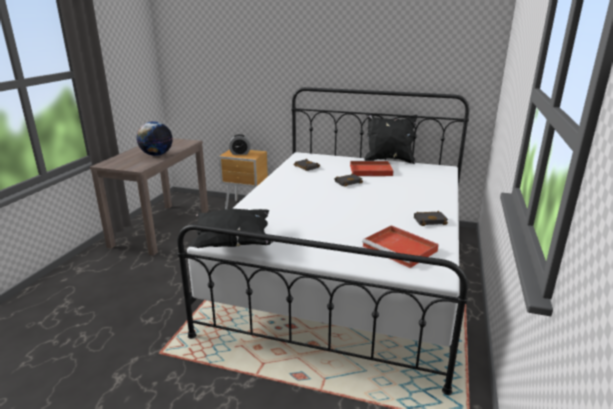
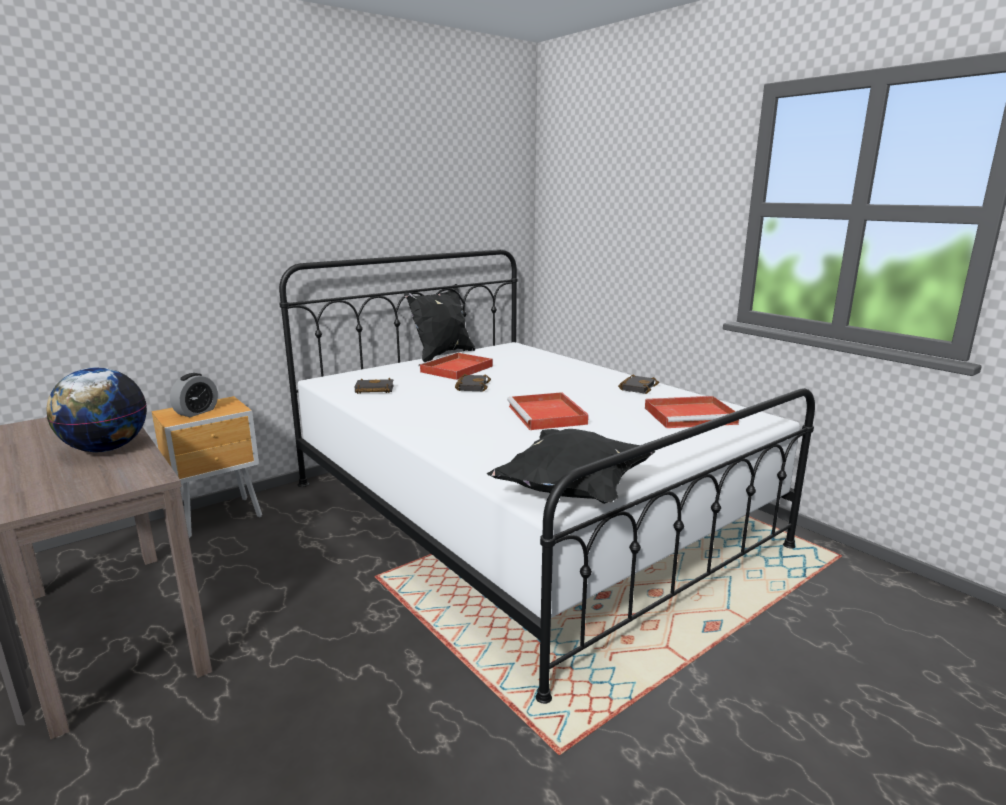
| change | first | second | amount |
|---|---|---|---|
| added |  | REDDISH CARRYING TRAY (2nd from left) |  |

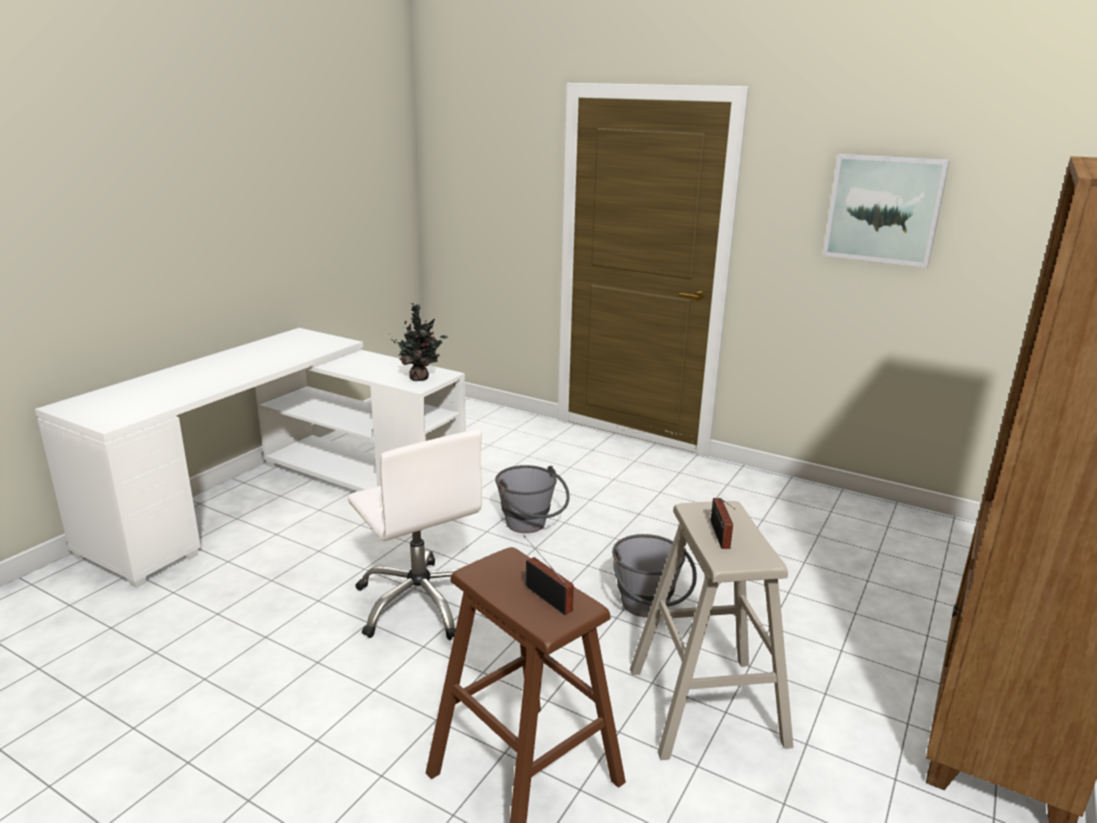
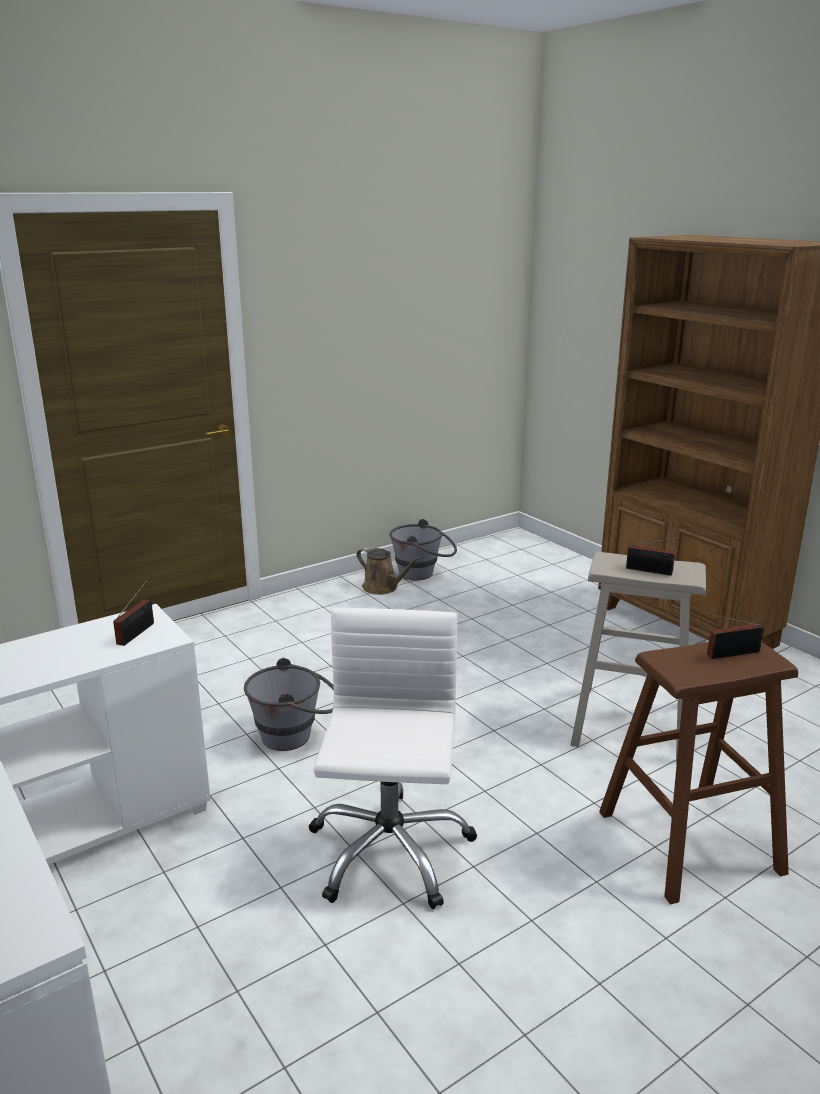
| change | first | second | amount |
|---|---|---|---|
| turned | WHITE-COLOURED DESK CHAIR |  | 75 degrees counterclockwise |
| replaced | POTTED PLANT | RADIO (1st from left) |  |
| moved | GREY BUCKET (2nd from left) |  |  |
| removed | WALL PICTURE |  |  |
| added |  | BROWN-COLOURED SPRINKLING CAN |  |

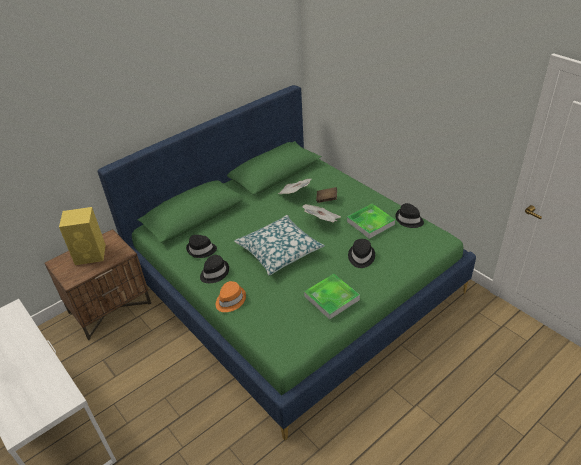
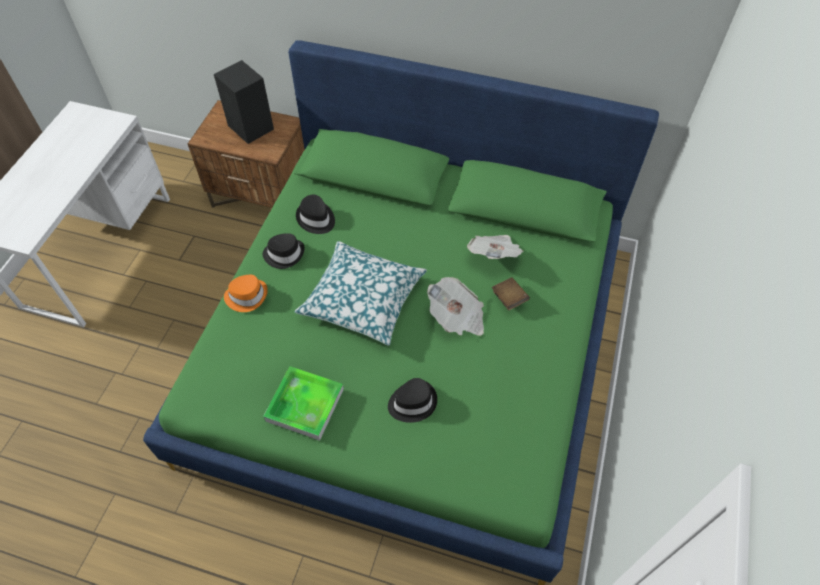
| change | first | second | amount |
|---|---|---|---|
| recoloured | YELLOW AUDIO SPEAKER | BLACKISH AUDIO SPEAKER |  |
| removed | CARRYING TRAY (2nd from left) |  |  |
| removed | BLACKISH HAT (4th from left) |  |  |

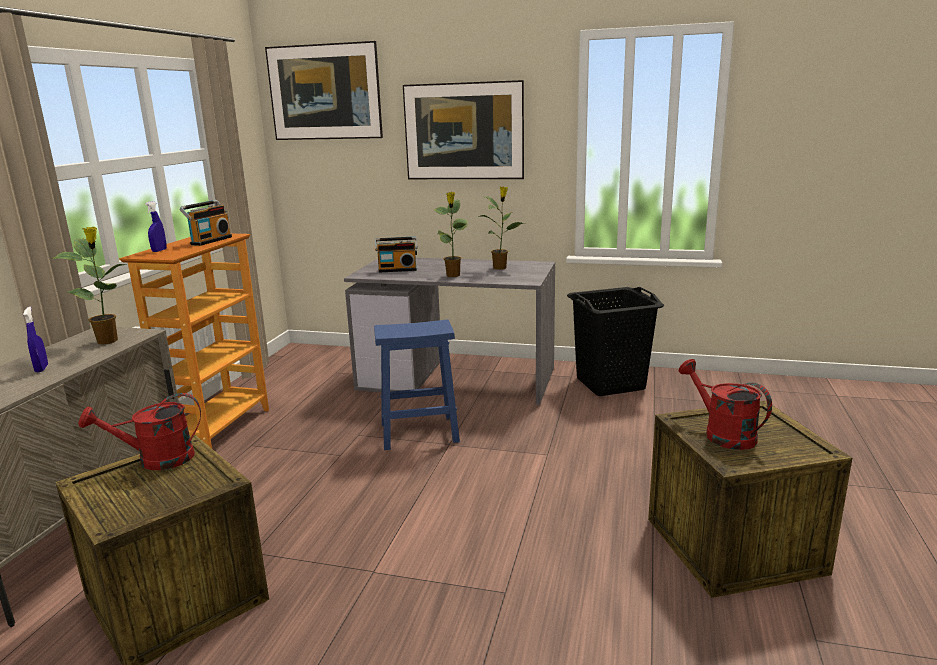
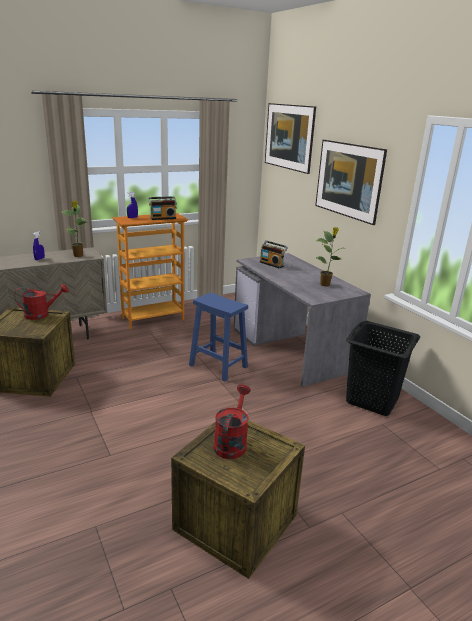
| change | first | second | amount |
|---|---|---|---|
| turned | REDDISH SPRINKLING CAN (1st from left) |  | 135 degrees clockwise |
| removed | POTTED PLANT (2nd from left) |  |  |

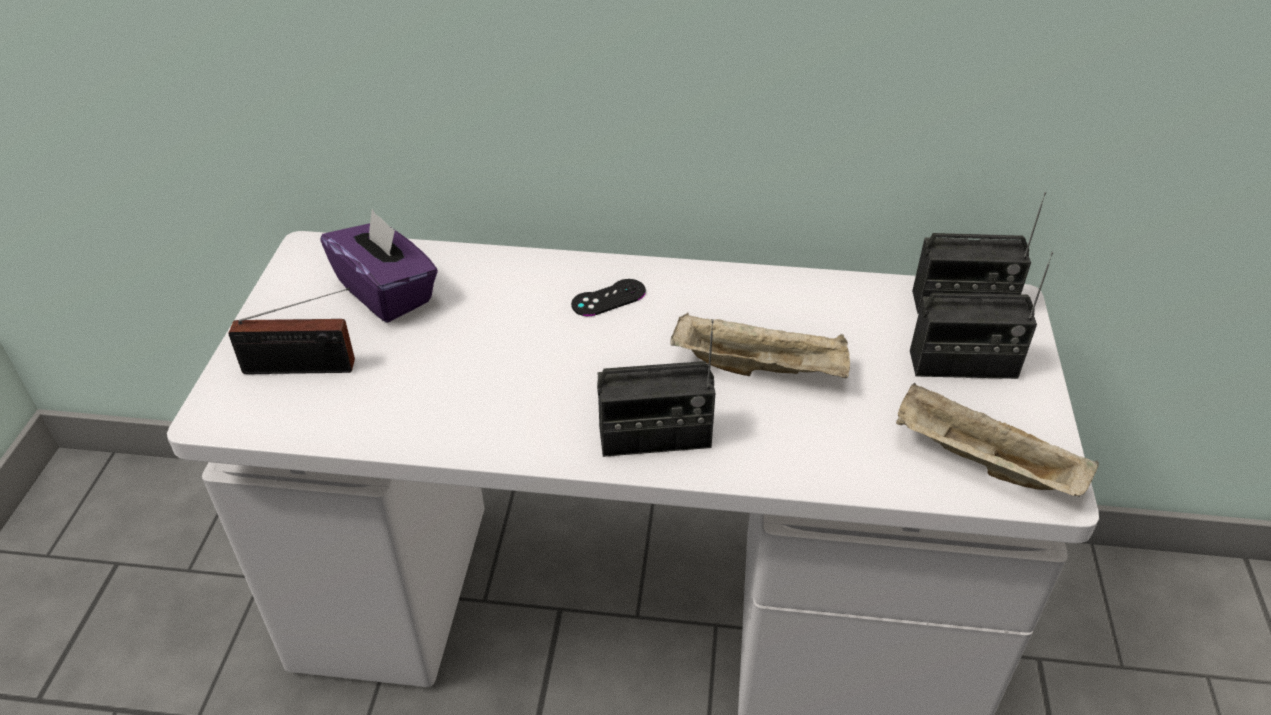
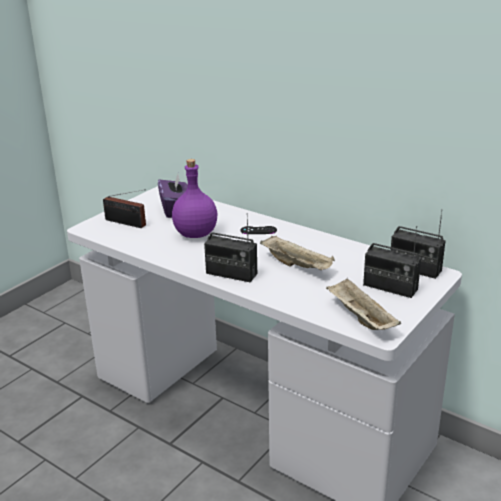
| change | first | second | amount |
|---|---|---|---|
| added |  | PURPLE-COLOURED BOTTLE |  |

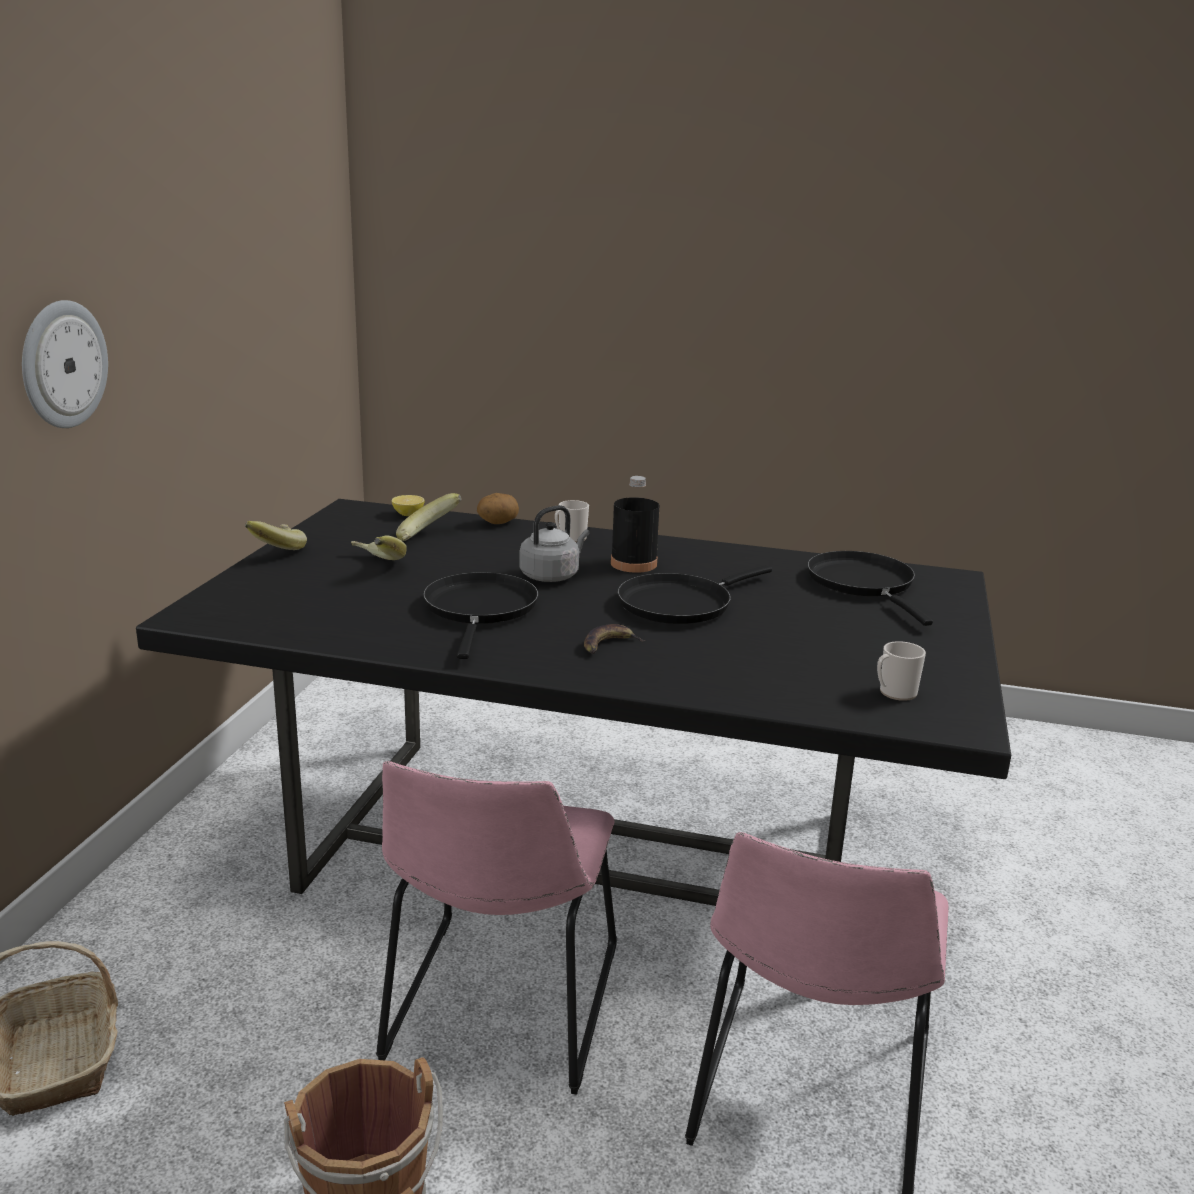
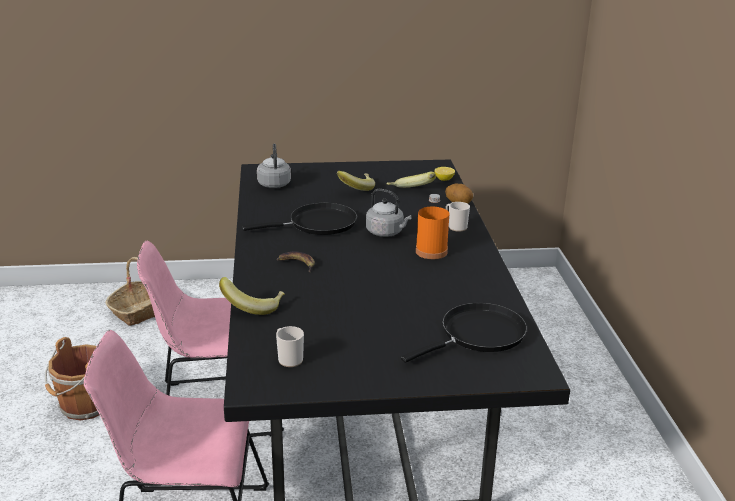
| change | first | second | amount |
|---|---|---|---|
| removed | HANGING CLOCK |  |  |
| moved | BANANA (1st from left) |  |  |
| recoloured | BLACKISH BOTTLE | ORANGE BOTTLE |  |
| removed | BLACKISH FRYING PAN (2nd from left) |  |  |
| added |  | GREY KETTLE (1st from left) |  |

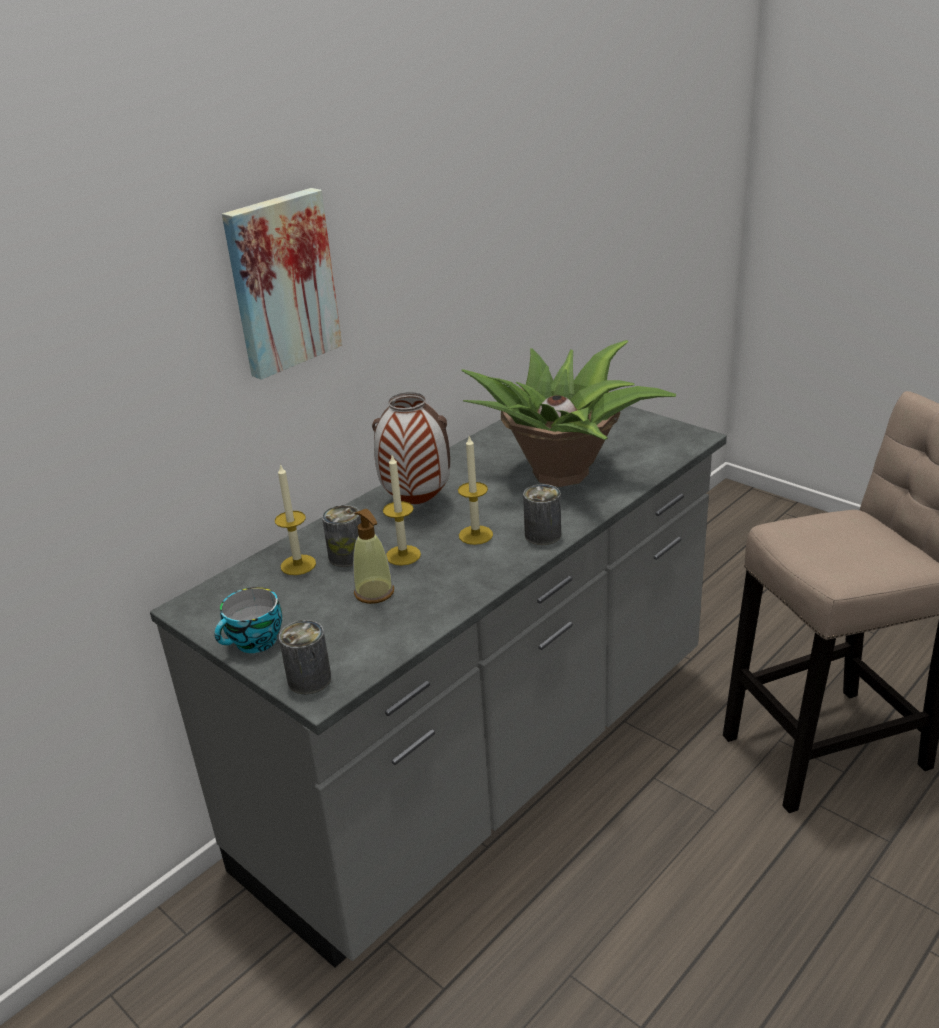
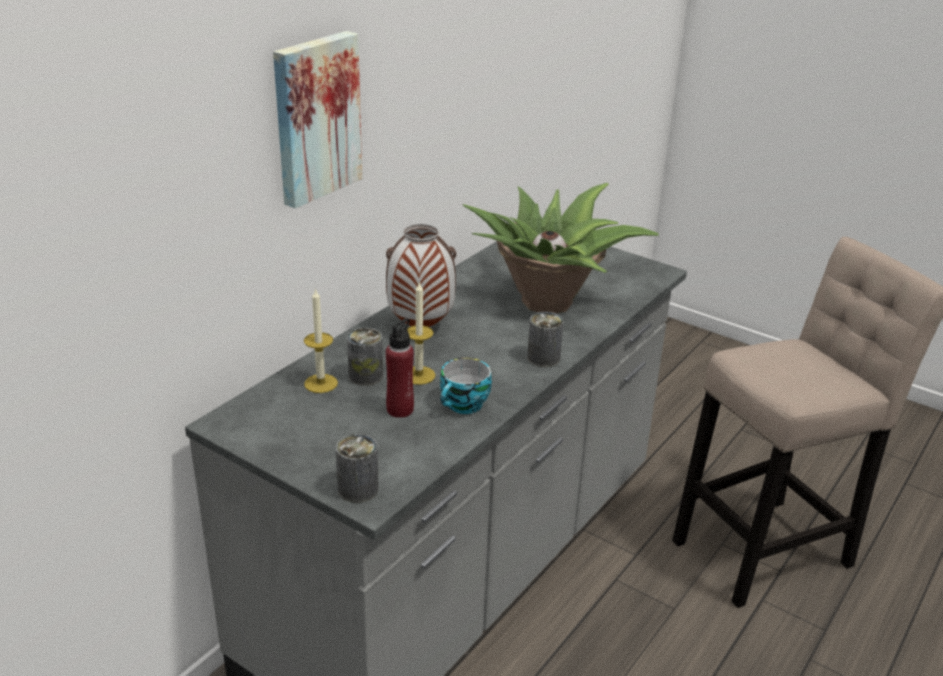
| change | first | second | amount |
|---|---|---|---|
| moved | DRINKING CUP |  |  |
| replaced | SOAP DISPENSER | REDDISH BOTTLE |  |
| removed | WAX LIGHT (3rd from left) |  |  |

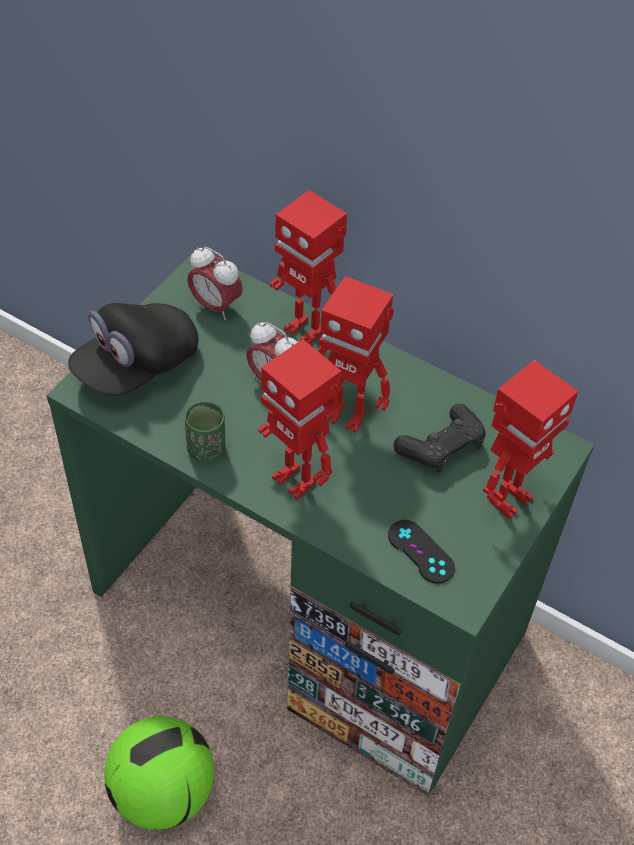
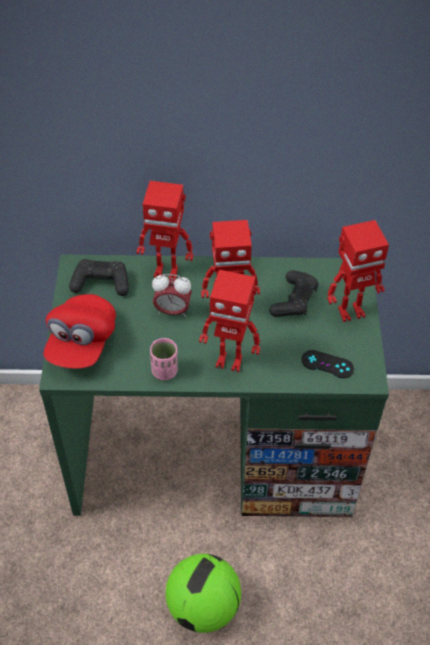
| change | first | second | amount |
|---|---|---|---|
| recoloured | BLACKISH CAP | REDDISH CAP |  |
| recoloured | GREEN-COLOURED DRINKING CUP | PINK-COLOURED DRINKING CUP |  |
| replaced | ALARM CLOCK (1st from left) | BLACKISH GAME CONTROLLER (1st from left) |  |
| turned | ROBOT FIGURE (4th from left) |  | 60 degrees clockwise |

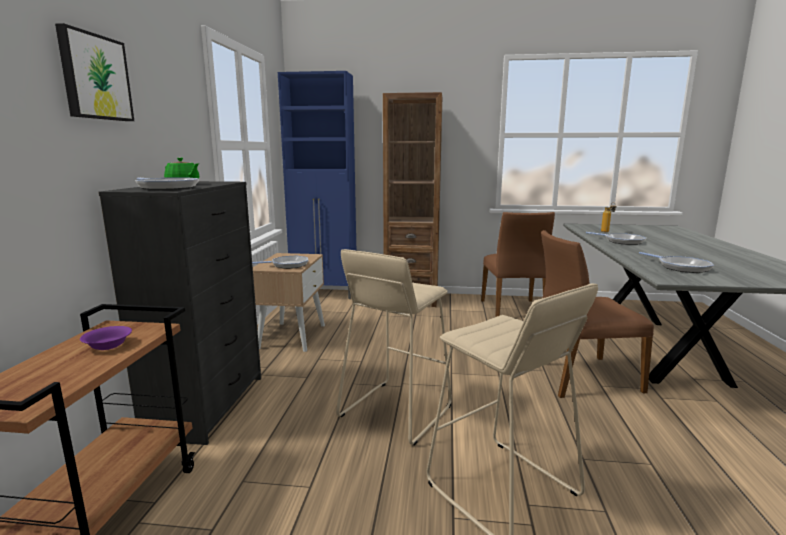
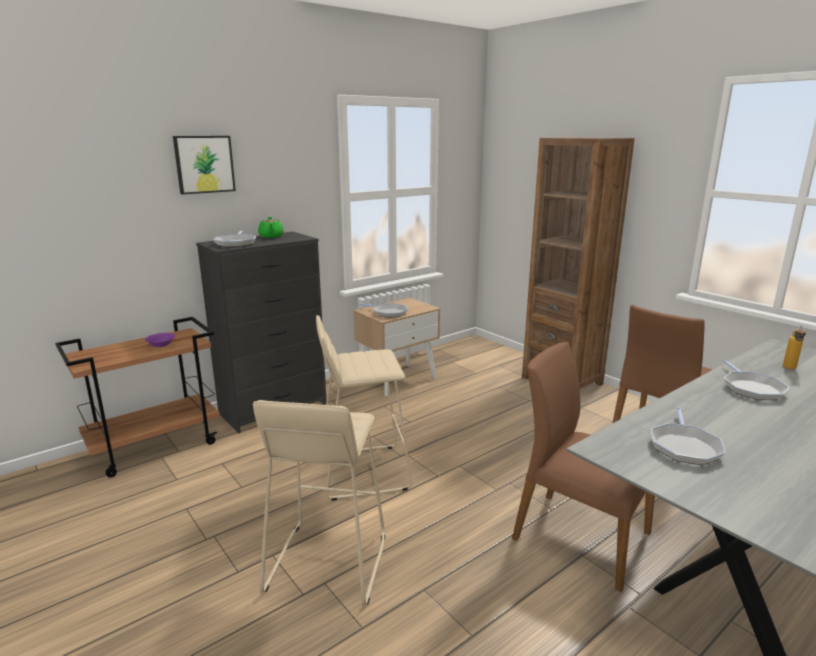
| change | first | second | amount |
|---|---|---|---|
| removed | BLUISH STORAGE CABINET |  |  |

